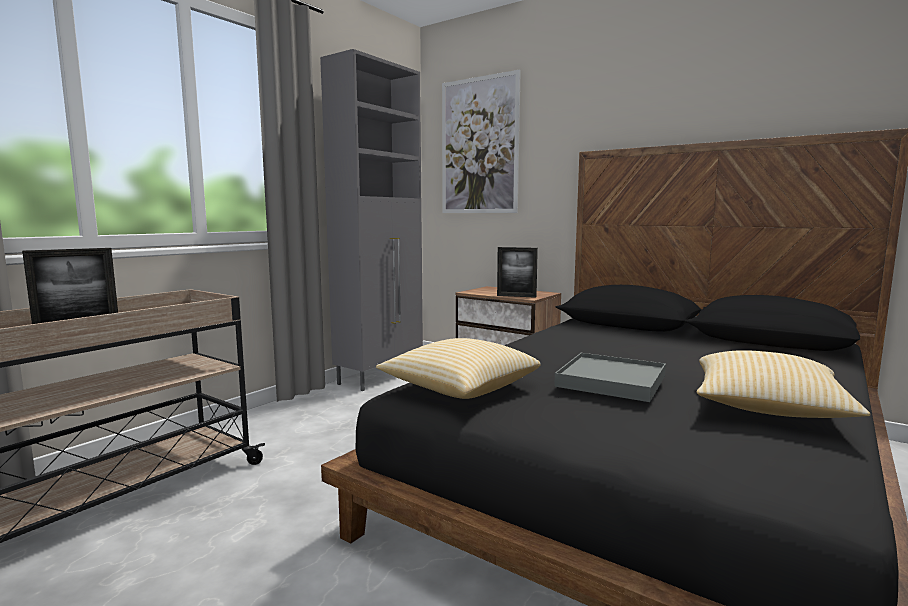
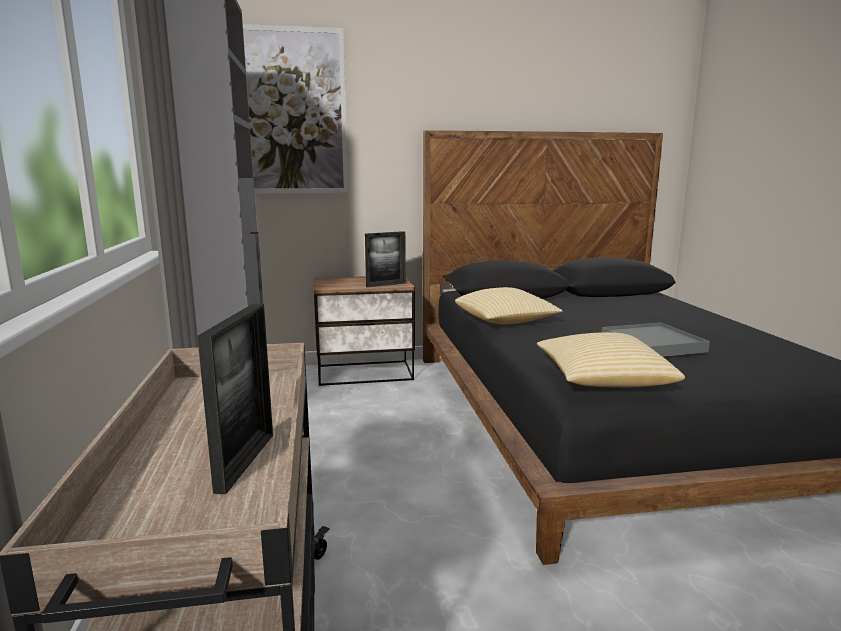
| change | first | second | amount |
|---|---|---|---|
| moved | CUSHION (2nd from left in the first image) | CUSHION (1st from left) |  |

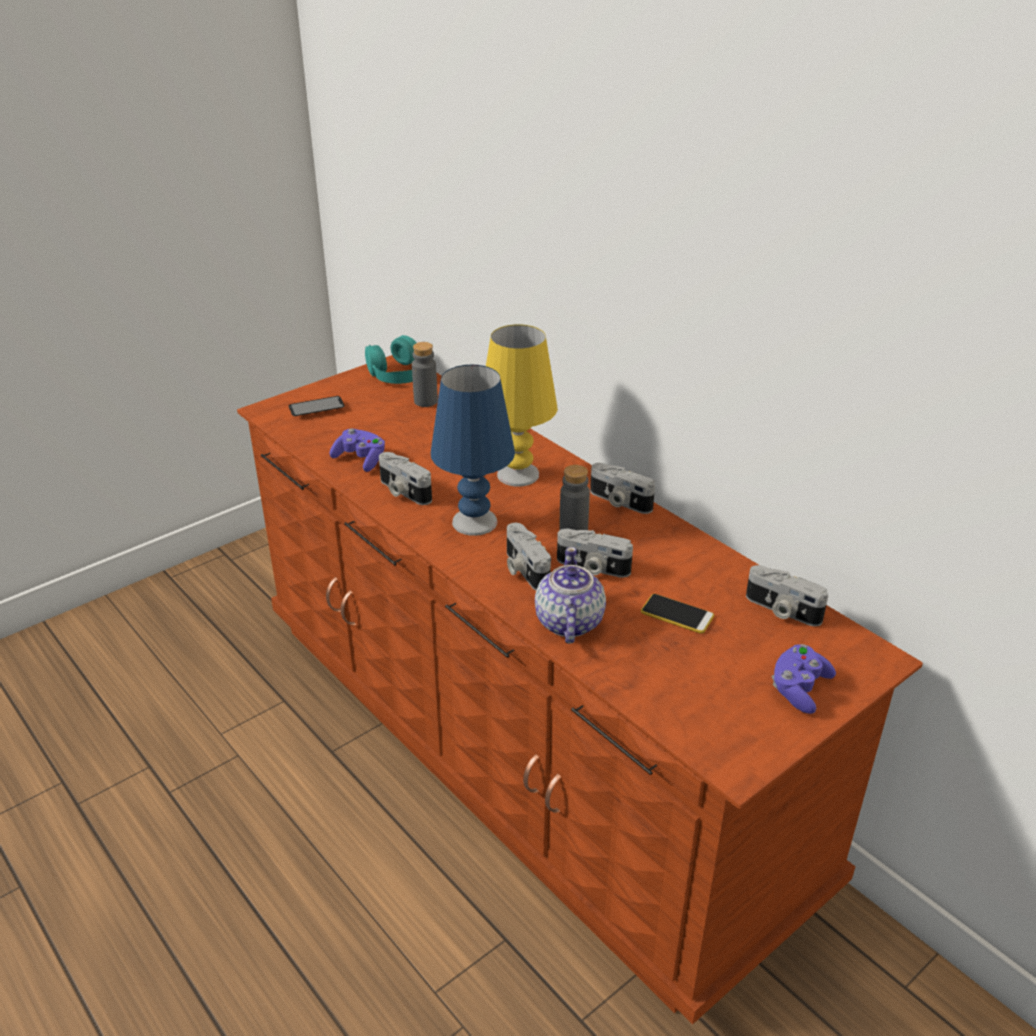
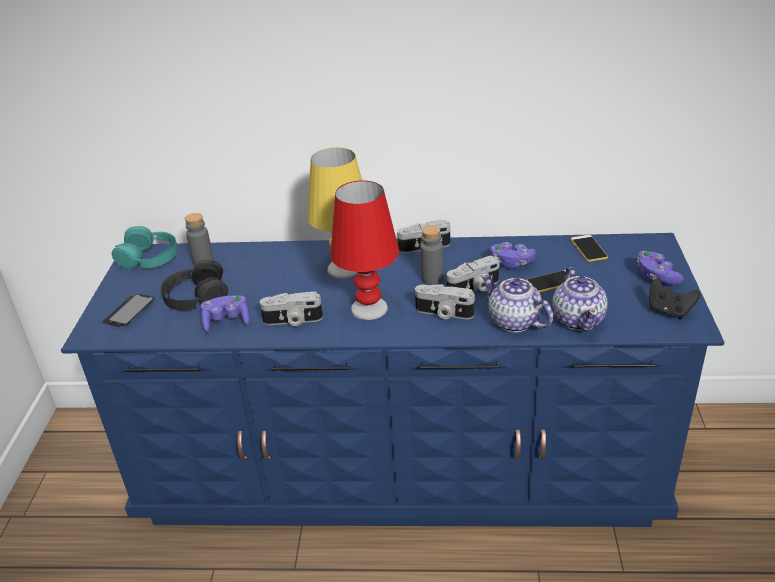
| change | first | second | amount |
|---|---|---|---|
| recoloured | BROWN-COLOURED CHEST OF DRAWERS | BLUISH CHEST OF DRAWERS |  |
| recoloured | BLUISH TABLE LAMP | REDDISH TABLE LAMP |  |
| replaced | STILL CAMERA (5th from left) | HANDSET (3rd from left) |  |
| added |  | BLACKISH HEADSET |  |
| added |  | PURPLE-COLOURED GAME CONTROLLER (2nd from left) |  |
| added |  | POT FOR TEA (2nd from left) |  |
| added |  | BLACKISH GAME CONTROLLER |  |

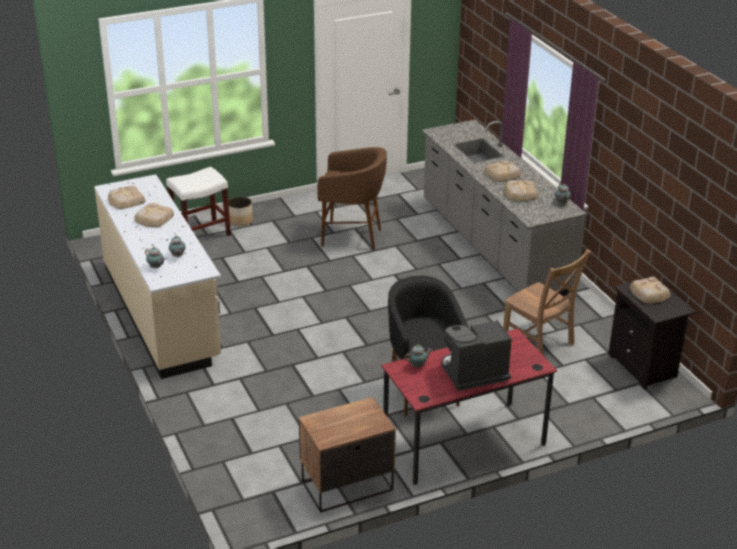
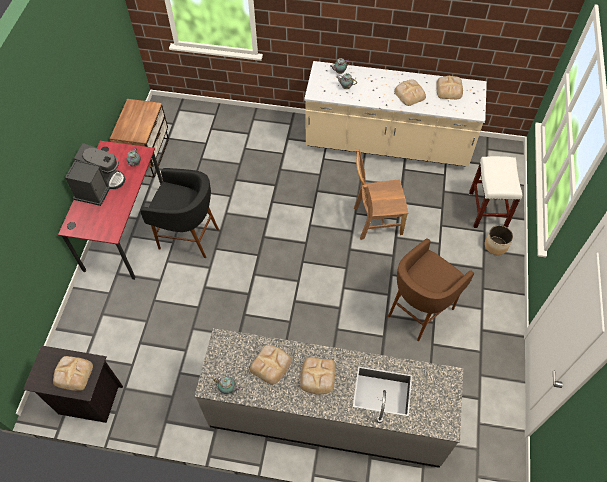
| change | first | second | amount |
|---|---|---|---|
| moved | BROWN-COLOURED CHAIR |  |  |

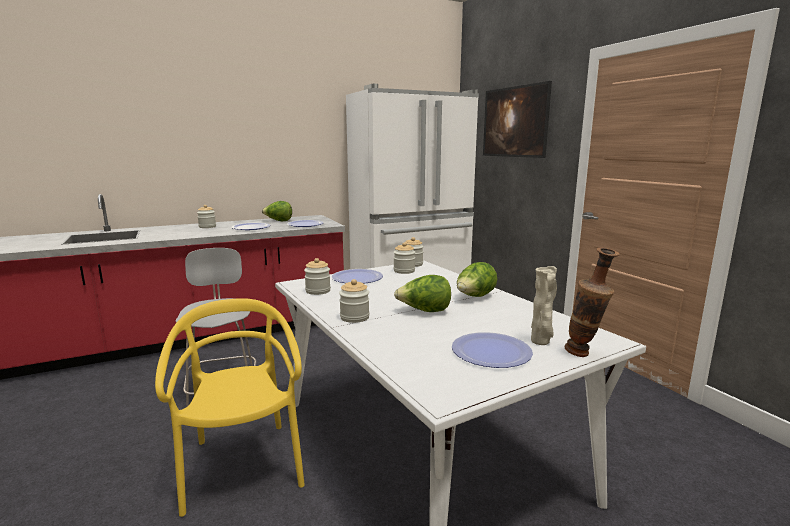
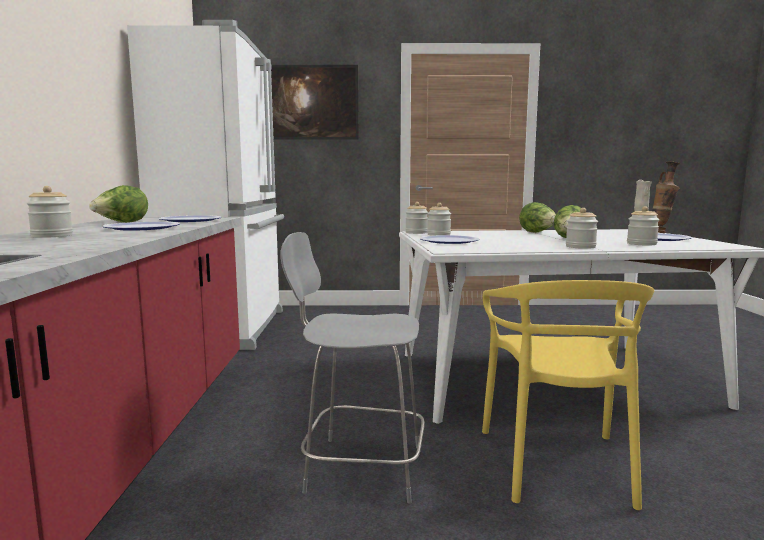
| change | first | second | amount |
|---|---|---|---|
| turned | YELLOW CHAIR |  | 90 degrees counterclockwise |
| moved | PRESERVE JAR (2nd from left in the first image) | PRESERVE JAR (5th from left) |  |

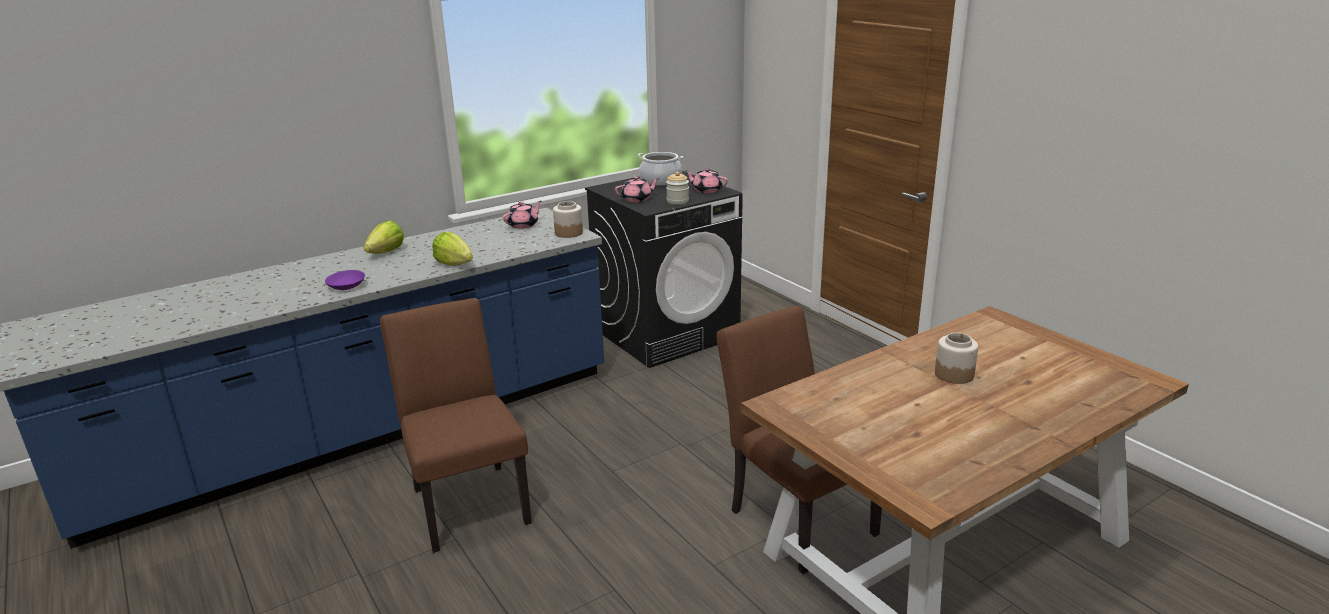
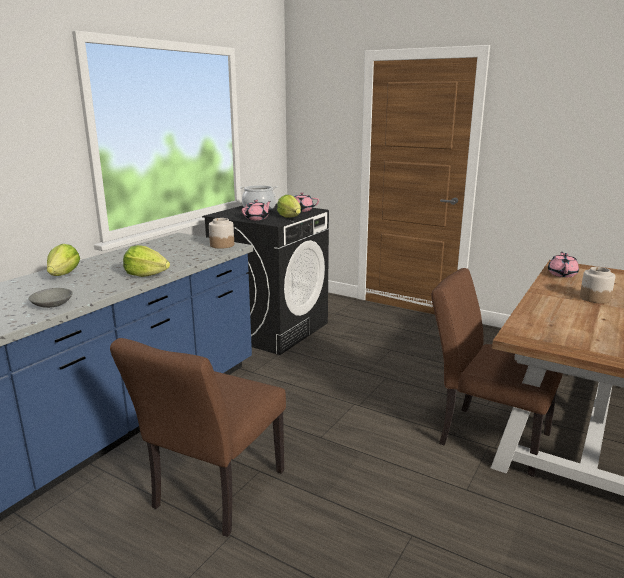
| change | first | second | amount |
|---|---|---|---|
| recoloured | PURPLE-COLOURED DEEP DISH | GREY DEEP DISH |  |
| turned | BROWN-COLOURED CHAIR (1st from left) |  | 105 degrees counterclockwise |
| moved | PINK-COLOURED POT FOR TEA (1st from left in the first image) | PINK-COLOURED POT FOR TEA (3rd from left) |  |
| replaced | PRESERVE JAR (2nd from left) | LETTUCE HEAD (3rd from left) |  |

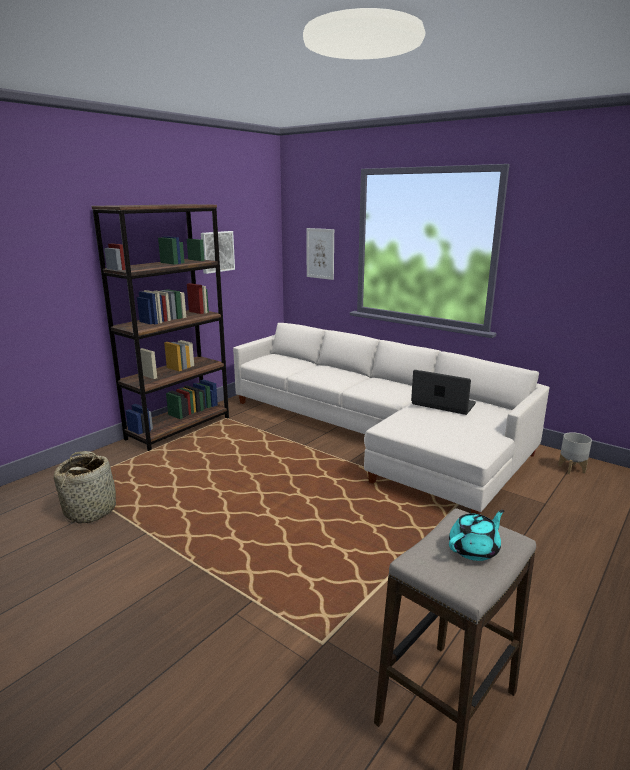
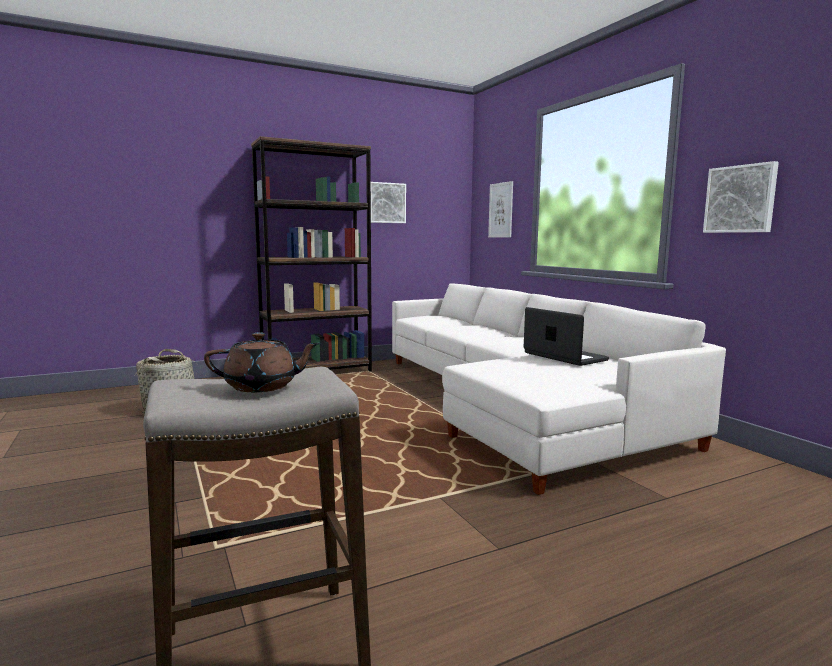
| change | first | second | amount |
|---|---|---|---|
| recoloured | BLUE-GREEN POT FOR TEA | BROWN-COLOURED POT FOR TEA |  |
| removed | GREY PLANTER |  |  |
| added |  | WALL PICTURE (3rd from left) |  |

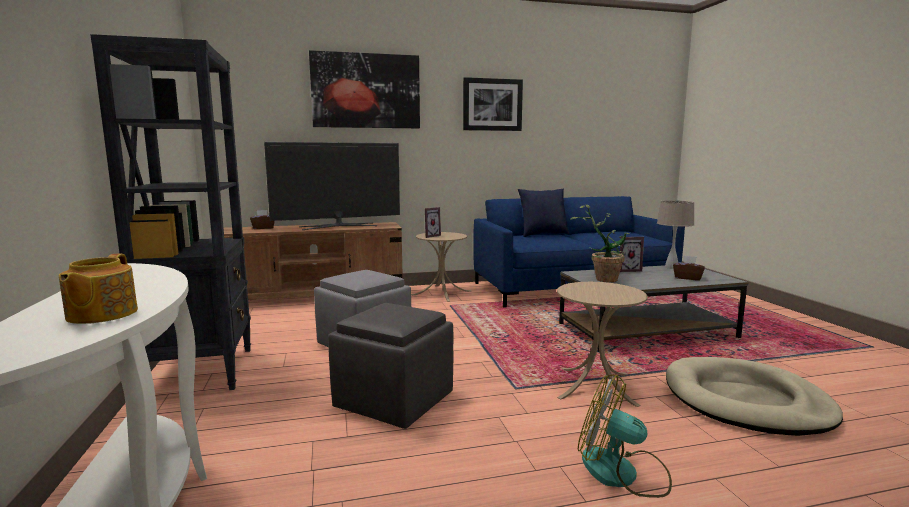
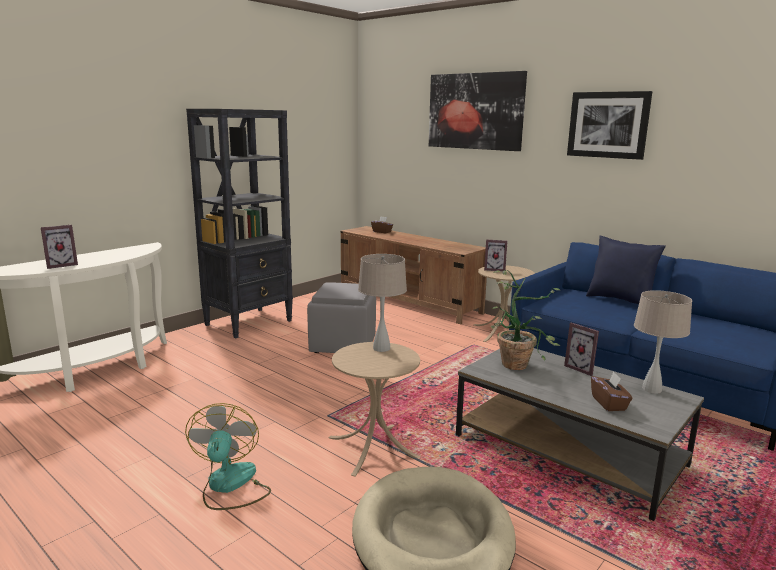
| change | first | second | amount |
|---|---|---|---|
| replaced | POT FOR TEA | STANDING FRAME (1st from left) |  |
| removed | TV |  |  |
| removed | GREY OTTOMAN (2nd from left) |  |  |
| added |  | BEIGE TABLE LAMP (1st from left) |  |

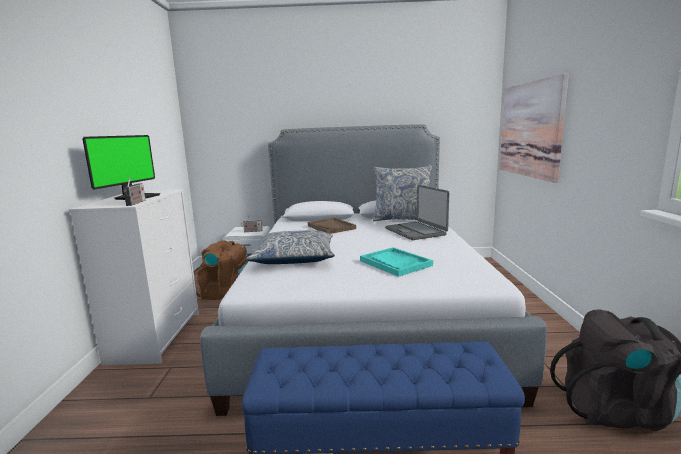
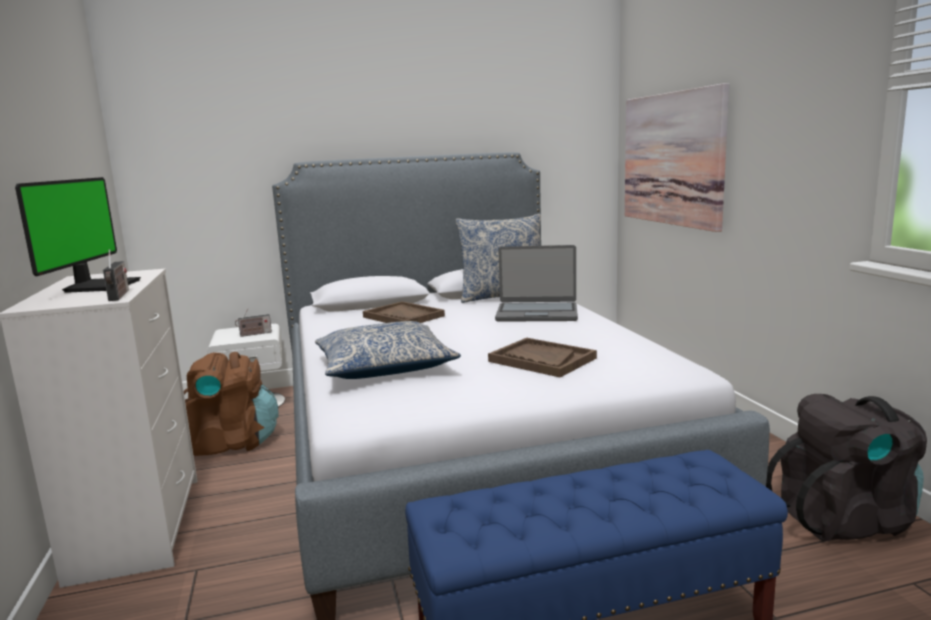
| change | first | second | amount |
|---|---|---|---|
| recoloured | BLUE-GREEN CARRYING TRAY | BROWN-COLOURED CARRYING TRAY (2nd from left) |  |
| turned | NOTEBOOK COMPUTER |  | 45 degrees counterclockwise |

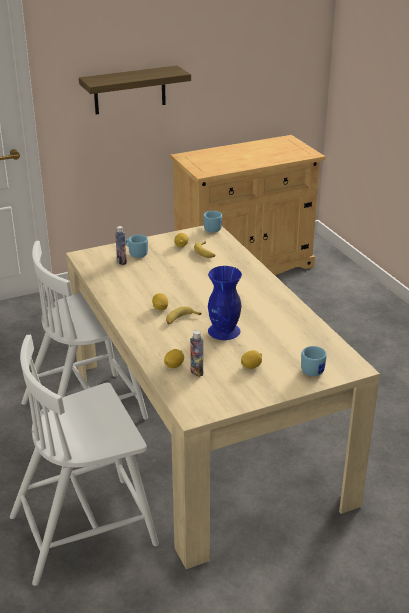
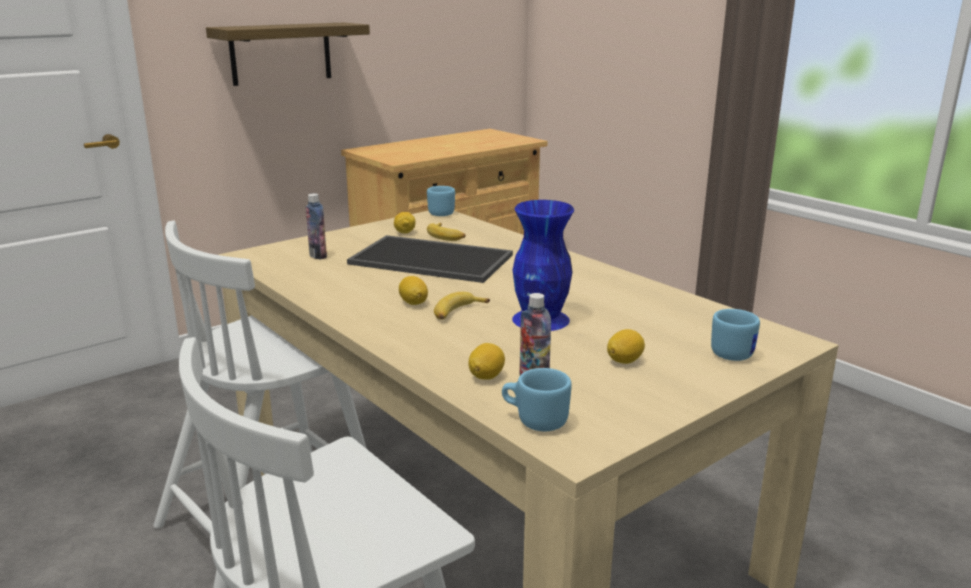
| change | first | second | amount |
|---|---|---|---|
| moved | BLUISH TEA MUG (1st from left in the first image) | BLUISH TEA MUG (2nd from left) |  |
| added |  | CARRYING TRAY |  |

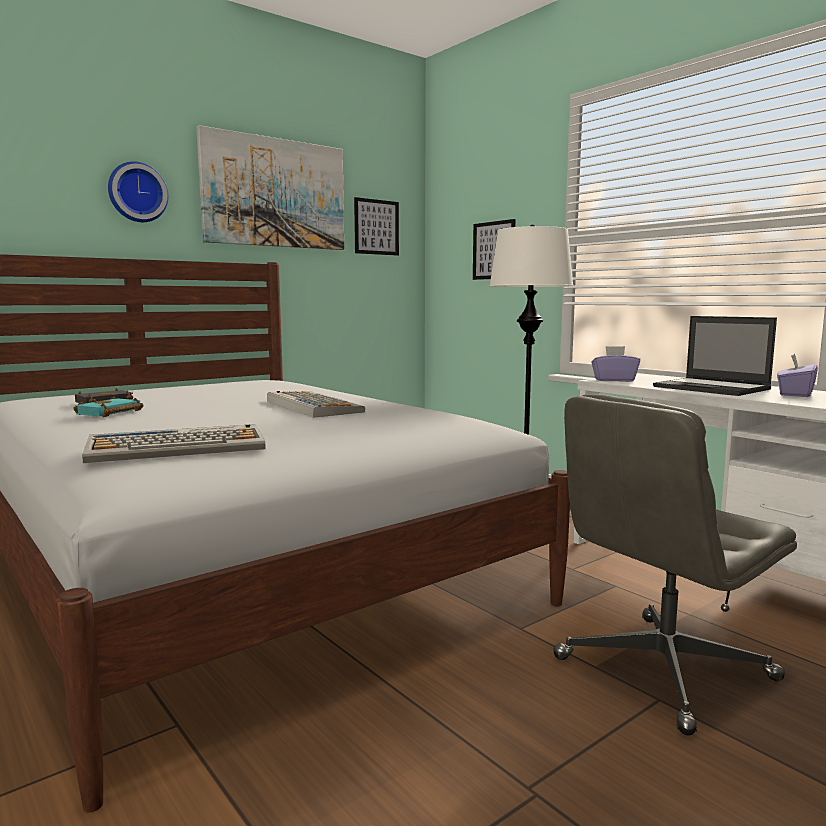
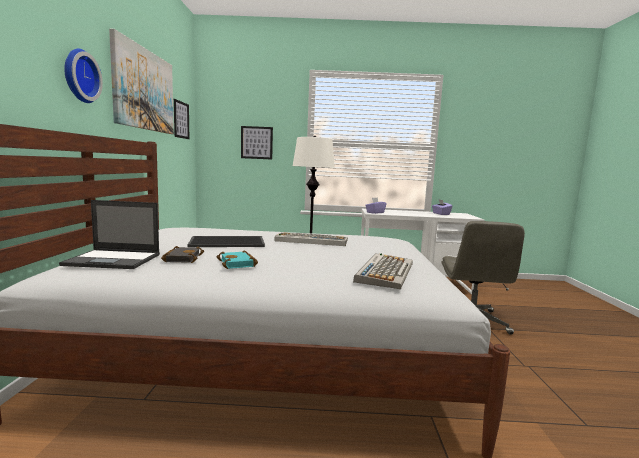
| change | first | second | amount |
|---|---|---|---|
| moved | NOTEBOOK COMPUTER |  |  |
| added |  | CARRYING TRAY |  |

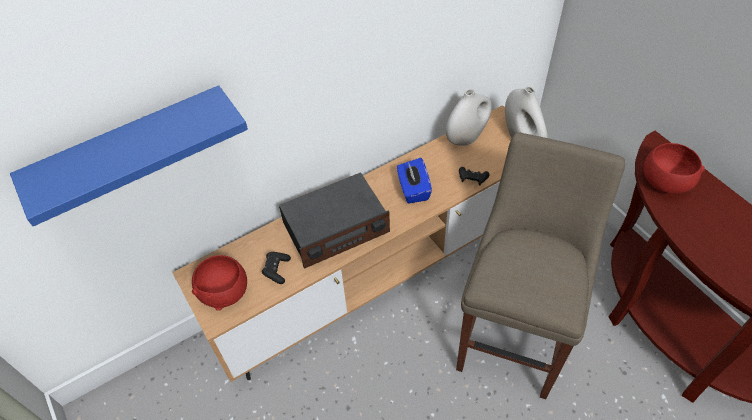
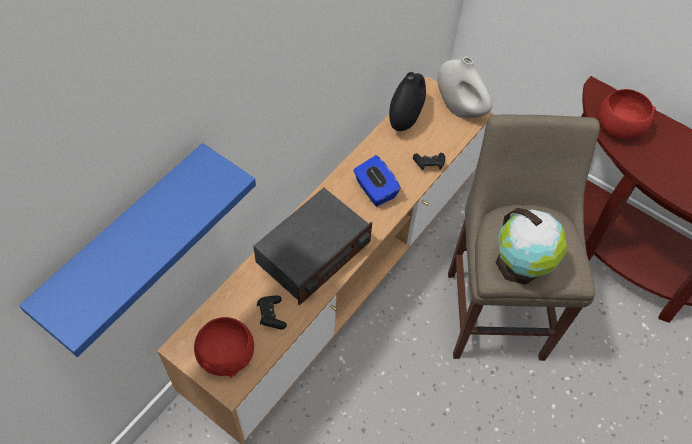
| change | first | second | amount |
|---|---|---|---|
| recoloured | WHITE-COLOURED VASE (1st from left) | BLACKISH VASE |  |
| added |  | DESK GLOBE |  |

